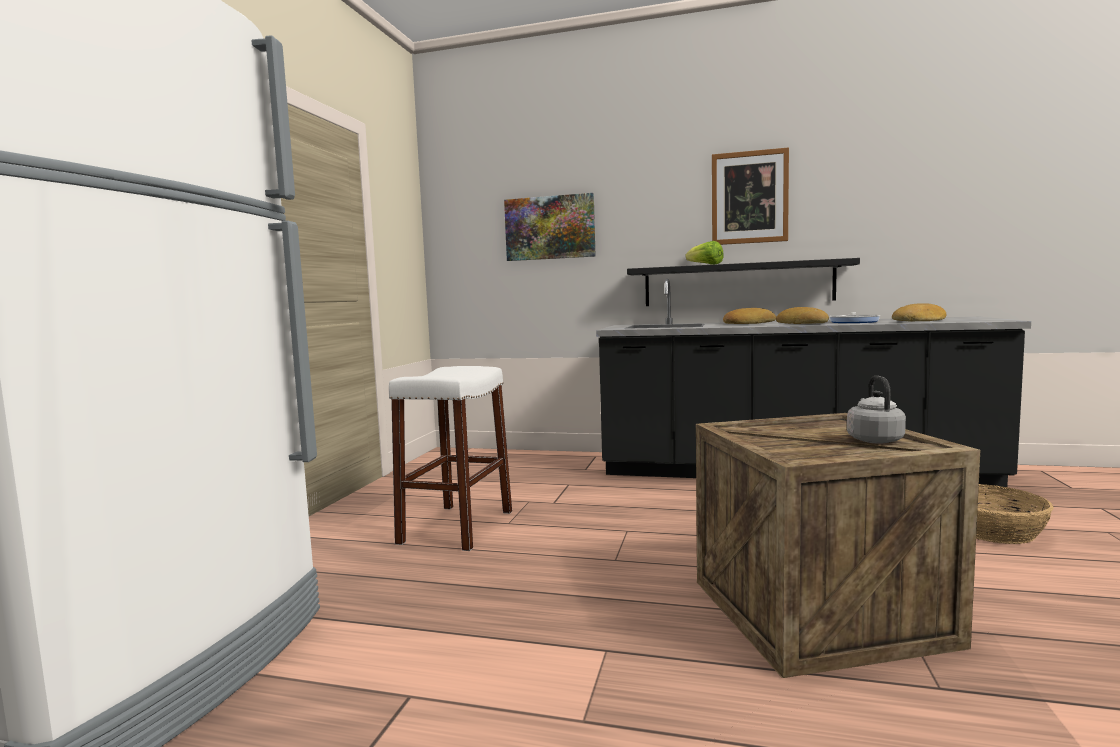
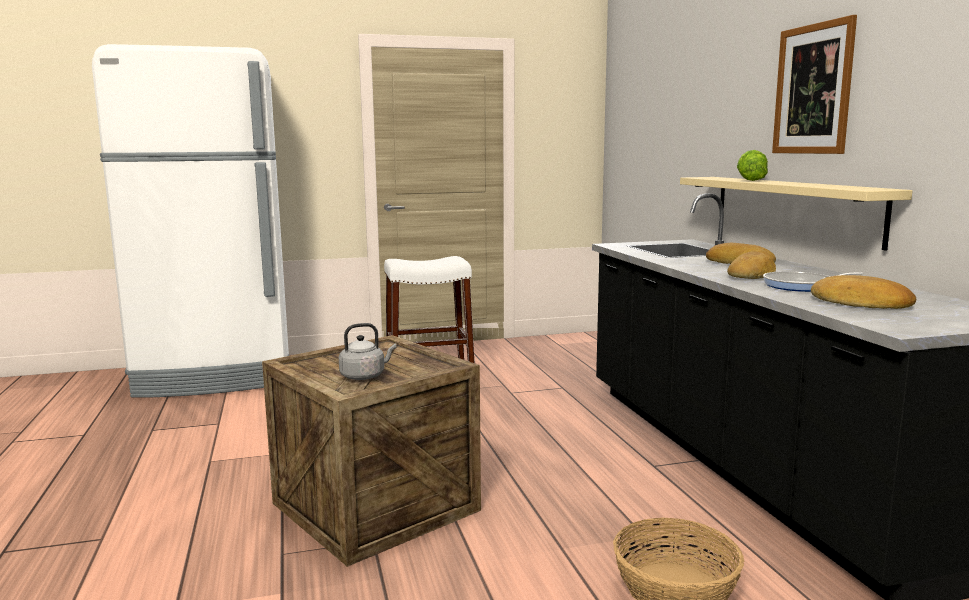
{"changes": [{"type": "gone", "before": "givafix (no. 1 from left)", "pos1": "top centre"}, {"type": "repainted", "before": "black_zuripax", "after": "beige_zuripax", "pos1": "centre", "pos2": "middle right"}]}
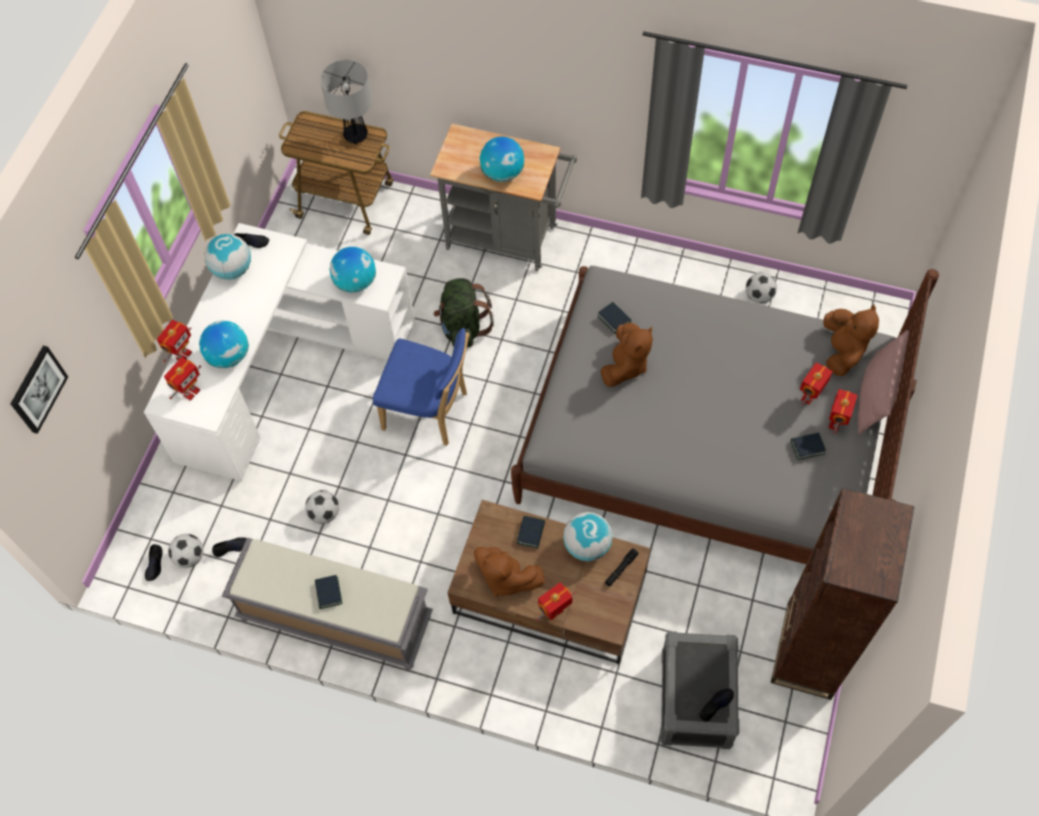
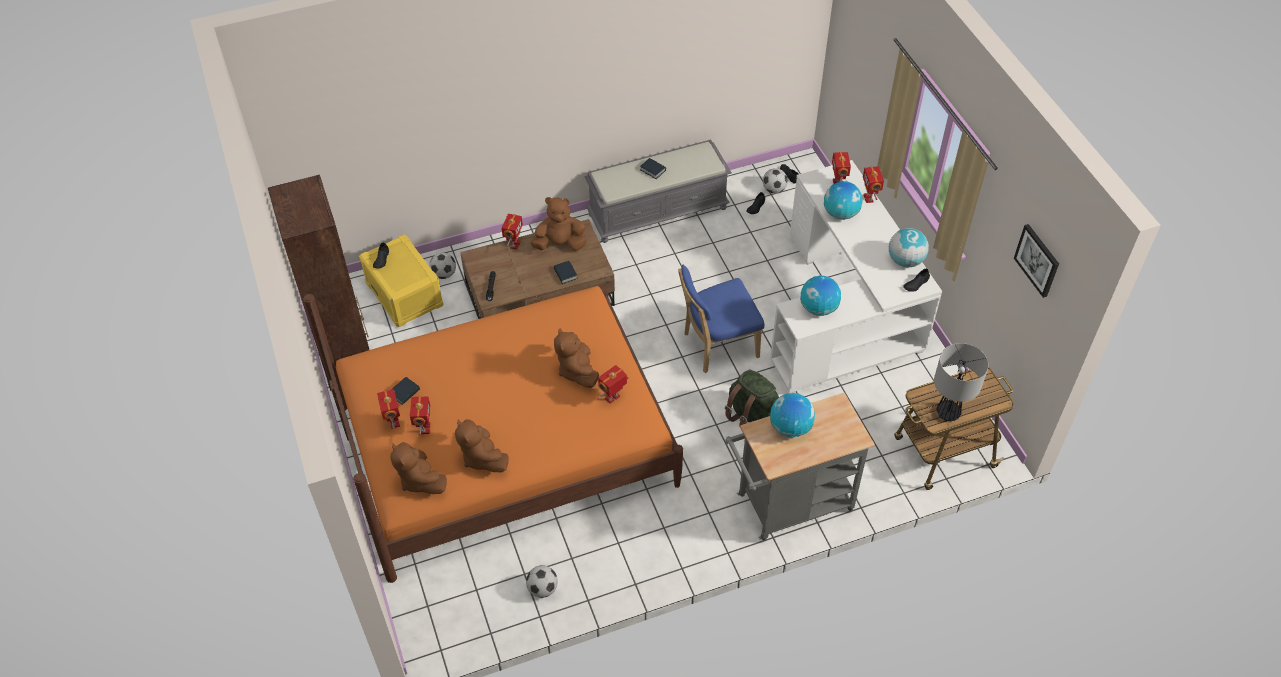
{"changes": [{"type": "gone", "before": "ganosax (no. 5 from left)", "pos1": "centre"}, {"type": "gone", "before": "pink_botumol", "pos1": "middle right"}, {"type": "new", "after": "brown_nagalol (no. 2 from left)", "pos2": "centre"}, {"type": "shifted", "before": "givafix", "pos1": "middle left", "pos2": "middle right"}, {"type": "shifted", "before": "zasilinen (no. 2 from left in the first image)", "after": "zasilinen (no. 1 from left)", "pos1": "middle left", "pos2": "centre"}, {"type": "swapped", "before": "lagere (no. 3 from left)", "after": "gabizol (no. 4 from left)", "pos1": "centre", "pos2": "centre"}, {"type": "repainted", "before": "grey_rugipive", "after": "orange_rugipive", "pos1": "middle right", "pos2": "centre"}, {"type": "repainted", "before": "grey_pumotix", "after": "yellow_pumotix", "pos1": "bottom right", "pos2": "middle left"}]}
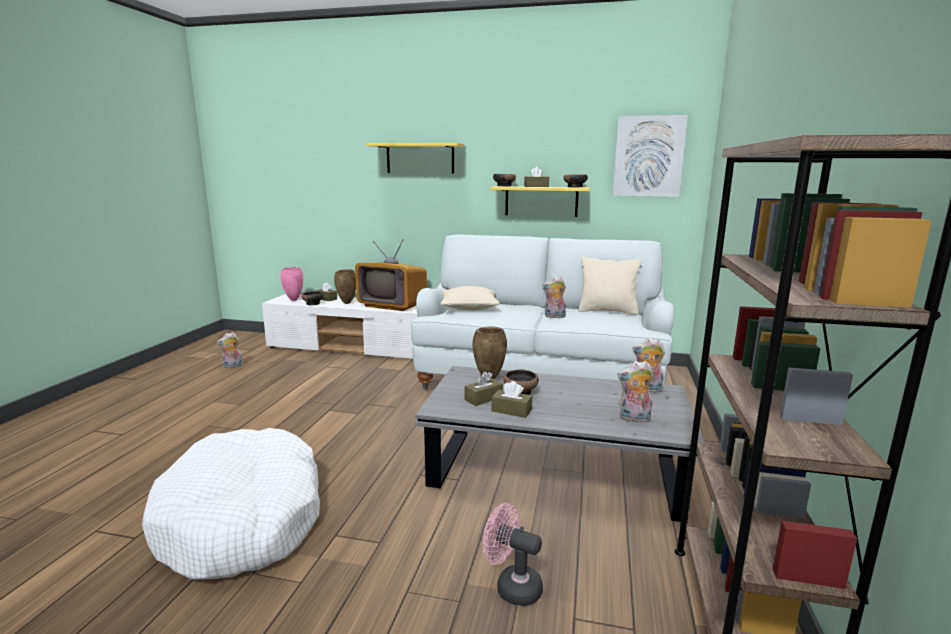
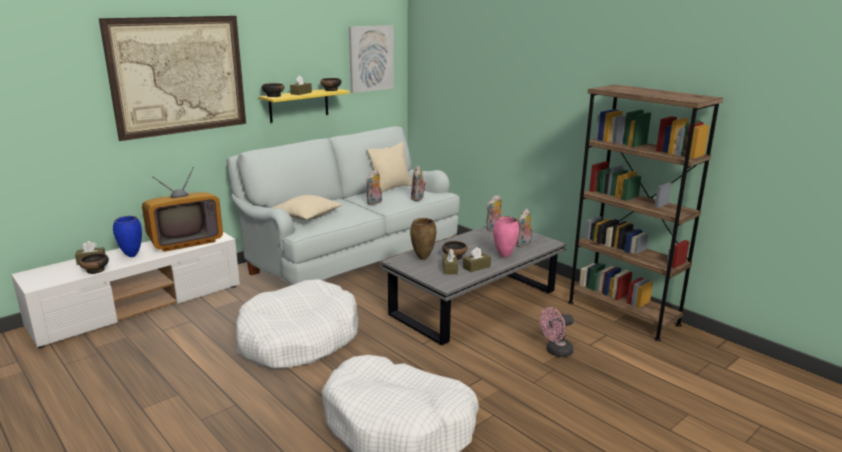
{"changes": [{"type": "new", "after": "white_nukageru (no. 1 from left)", "pos2": "bottom centre"}, {"type": "shifted", "before": "nagalol (no. 1 from left in the first image)", "after": "nagalol (no. 2 from left)", "pos1": "middle left", "pos2": "centre"}, {"type": "shifted", "before": "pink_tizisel", "pos1": "middle left", "pos2": "centre"}, {"type": "swapped", "before": "yellow_zuripax (no. 1 from left)", "after": "givafix (no. 1 from left)", "pos1": "top centre", "pos2": "top left"}, {"type": "repainted", "before": "brown_tizisel (no. 1 from left)", "after": "blue_tizisel", "pos1": "centre", "pos2": "middle left"}]}
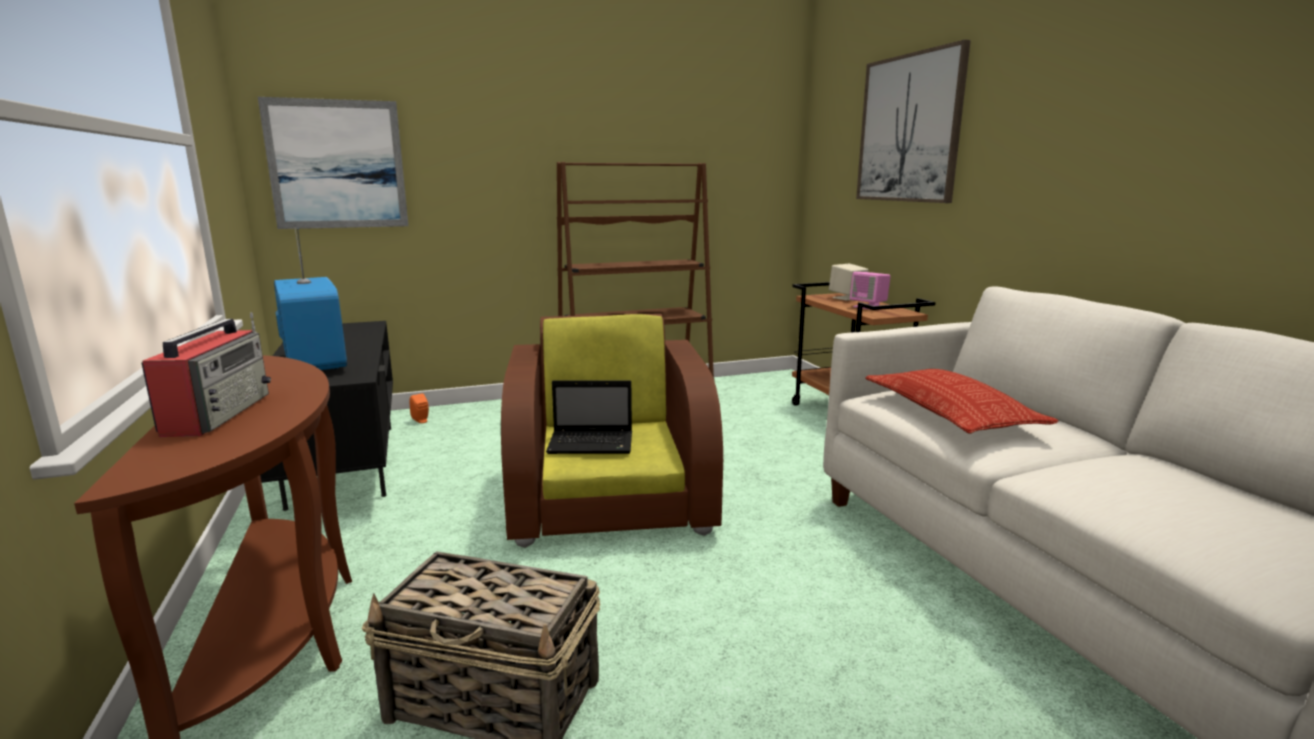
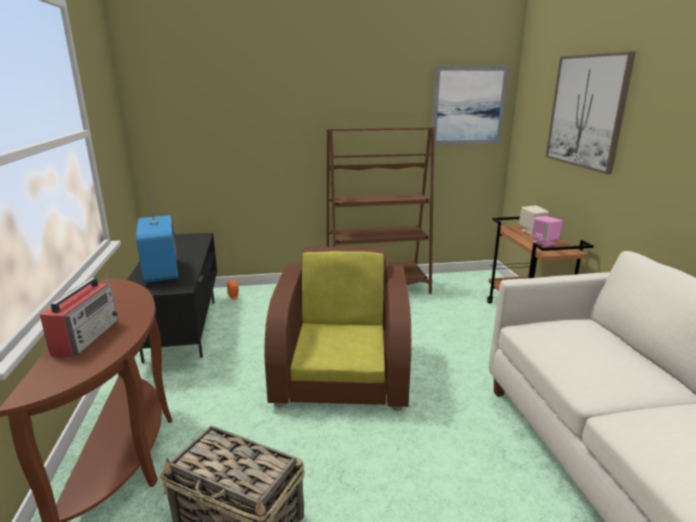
{"changes": [{"type": "gone", "before": "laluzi", "pos1": "centre"}, {"type": "gone", "before": "botumol", "pos1": "middle right"}, {"type": "shifted", "before": "givafix (no. 1 from left)", "pos1": "top left", "pos2": "top right"}]}
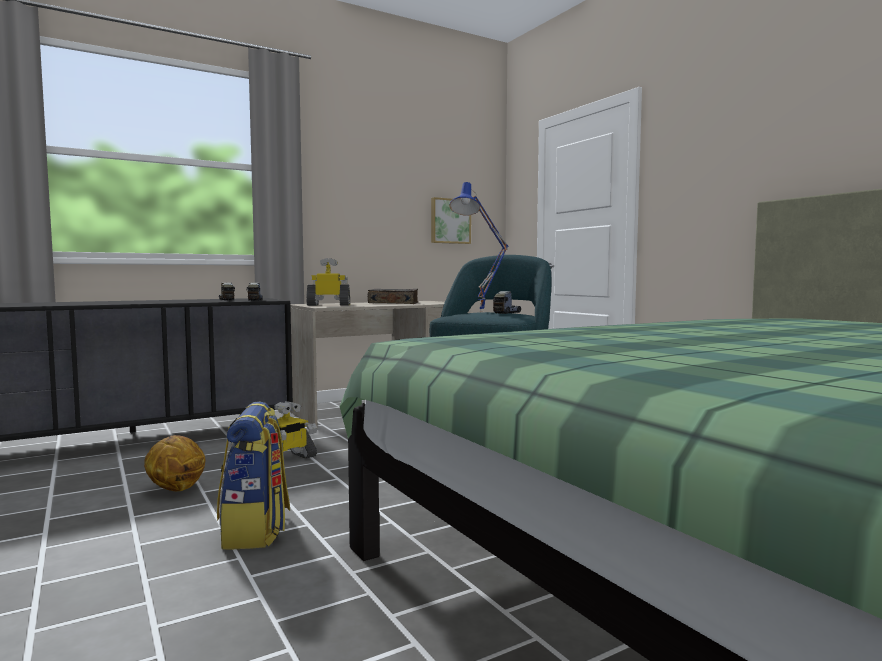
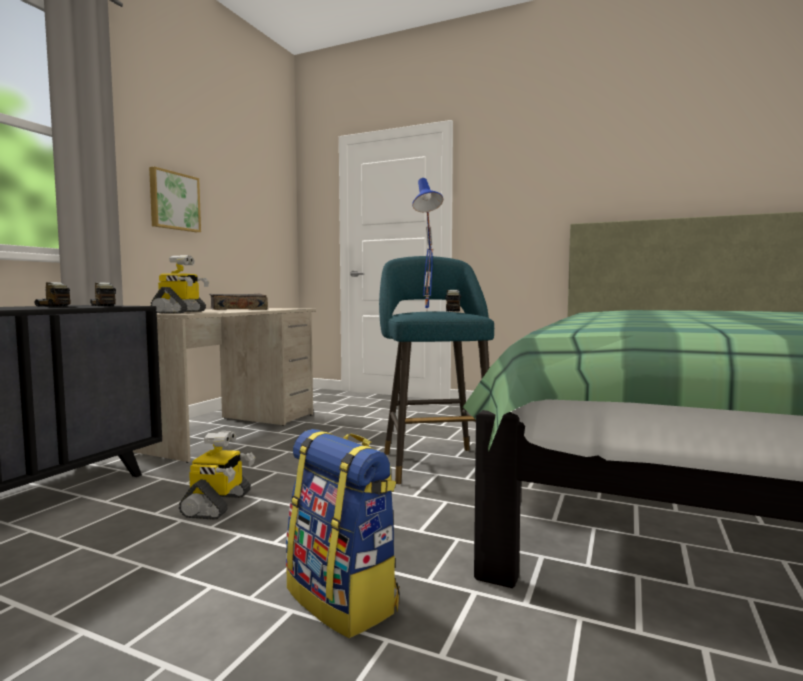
{"changes": [{"type": "gone", "before": "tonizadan", "pos1": "bottom left"}, {"type": "shifted", "before": "givafix", "pos1": "top centre", "pos2": "top left"}, {"type": "rotated", "before": "gabizol (no. 2 from left in the first image)", "pos1": "centre", "pos2": "middle left", "turn": 135}]}
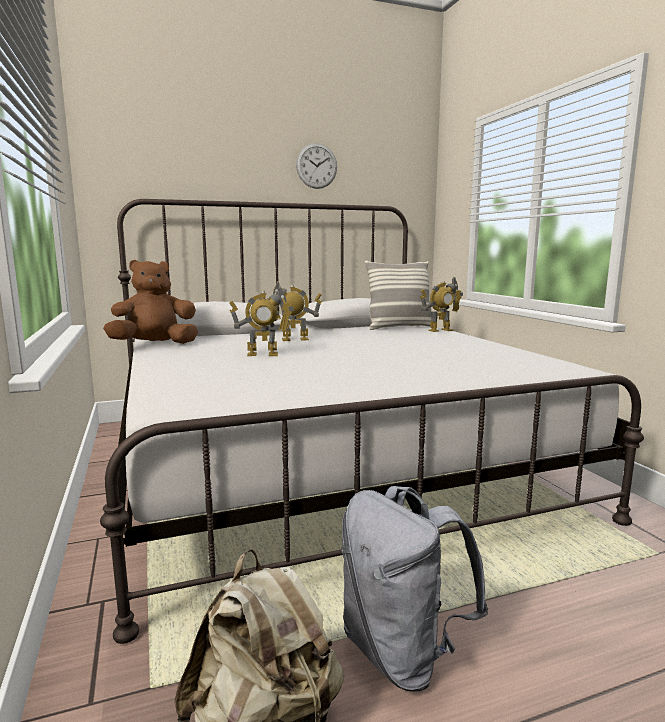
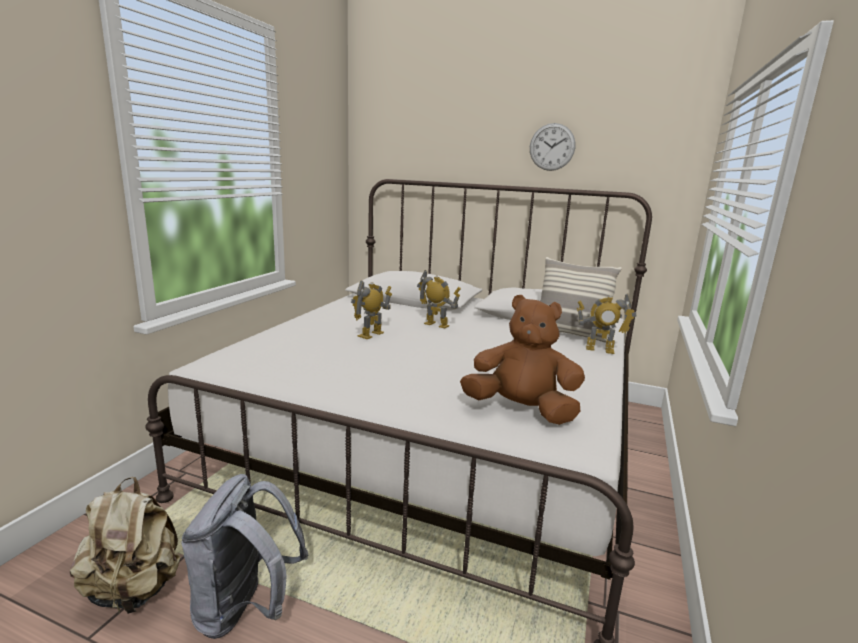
{"changes": [{"type": "shifted", "before": "brown_nagalol", "pos1": "middle left", "pos2": "centre"}, {"type": "rotated", "before": "gabizol (no. 1 from left)", "pos1": "centre", "pos2": "centre", "turn": 90}]}
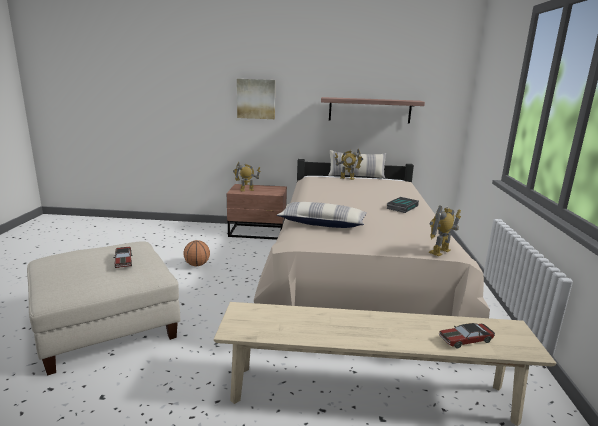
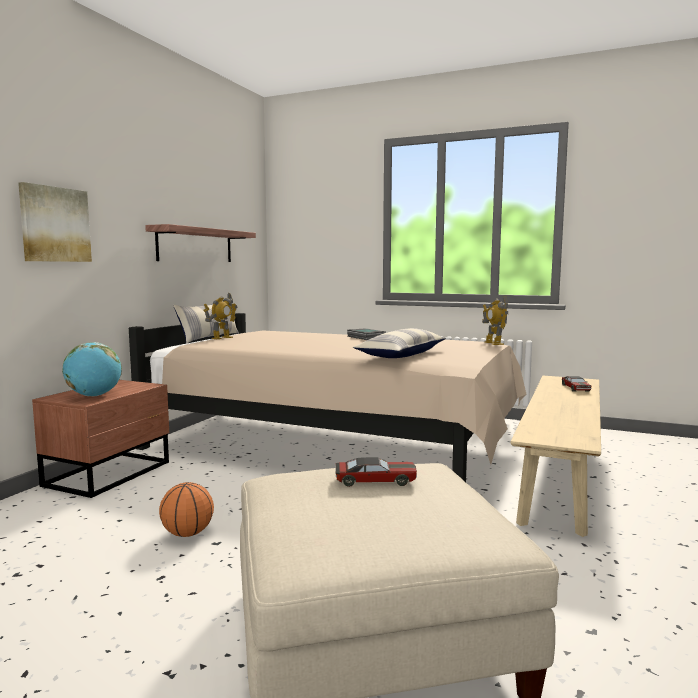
{"changes": [{"type": "swapped", "before": "gabizol (no. 1 from left)", "after": "ganosax", "pos1": "centre", "pos2": "middle left"}]}
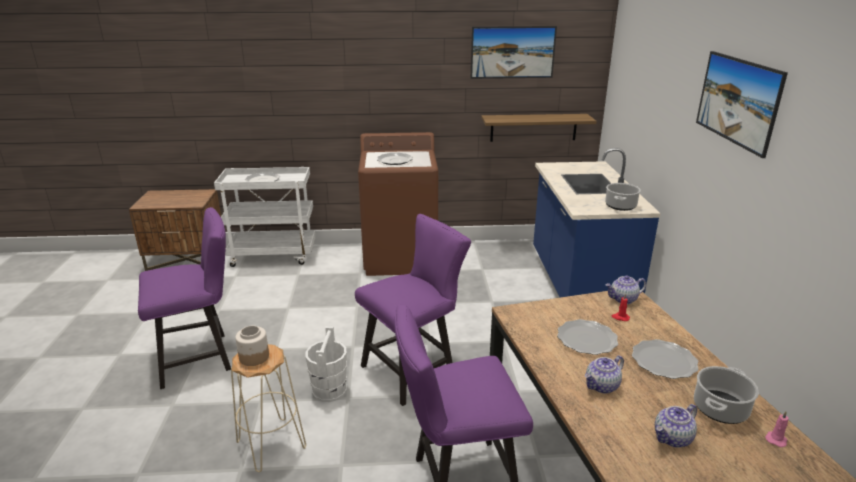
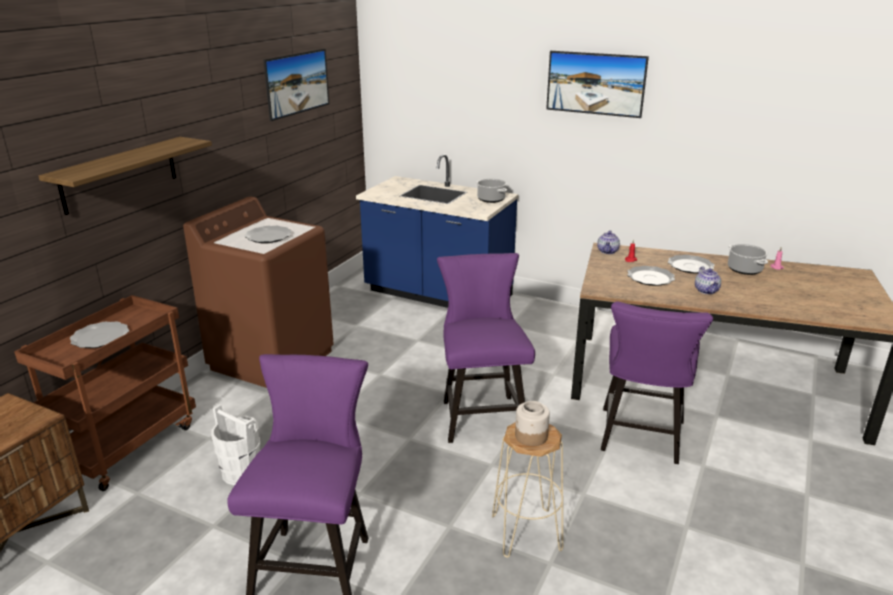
{"changes": [{"type": "gone", "before": "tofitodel (no. 3 from left)", "pos1": "bottom right"}, {"type": "shifted", "before": "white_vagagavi", "pos1": "bottom centre", "pos2": "bottom left"}, {"type": "shifted", "before": "zuripax", "pos1": "top centre", "pos2": "top left"}, {"type": "repainted", "before": "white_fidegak", "after": "brown_fidegak", "pos1": "middle left", "pos2": "middle left"}]}
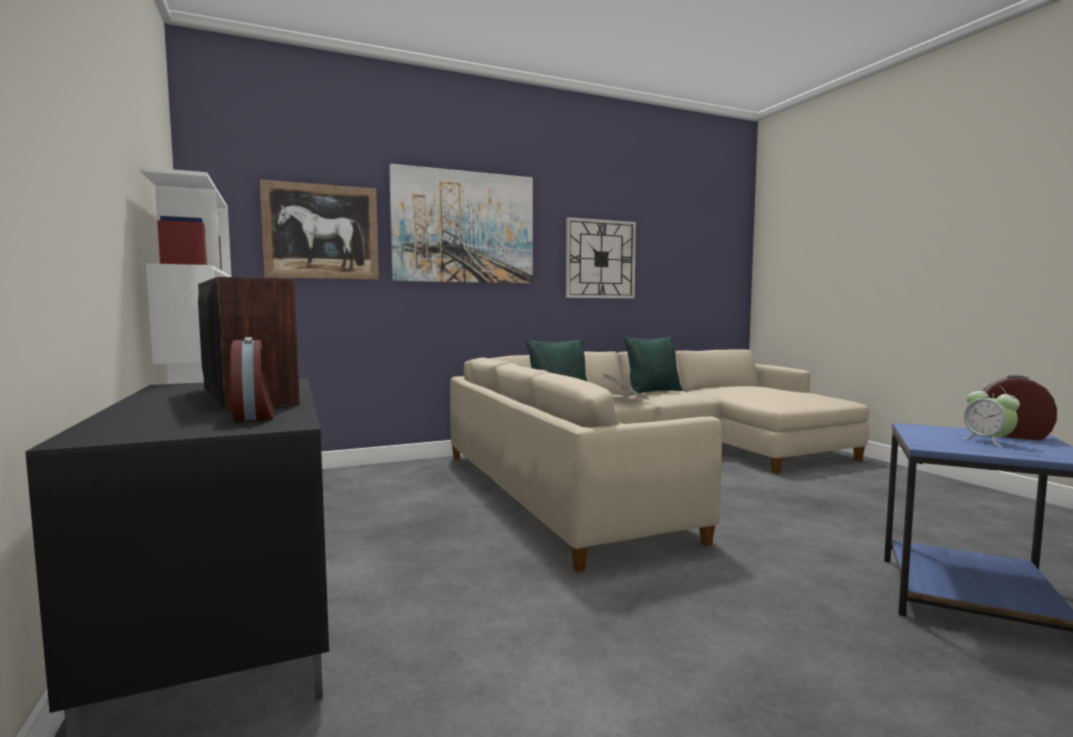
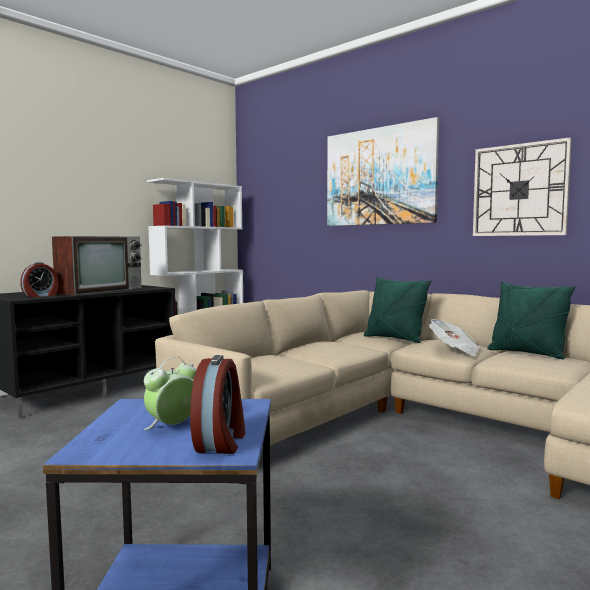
{"changes": [{"type": "gone", "before": "givafix (no. 1 from left)", "pos1": "top left"}]}
